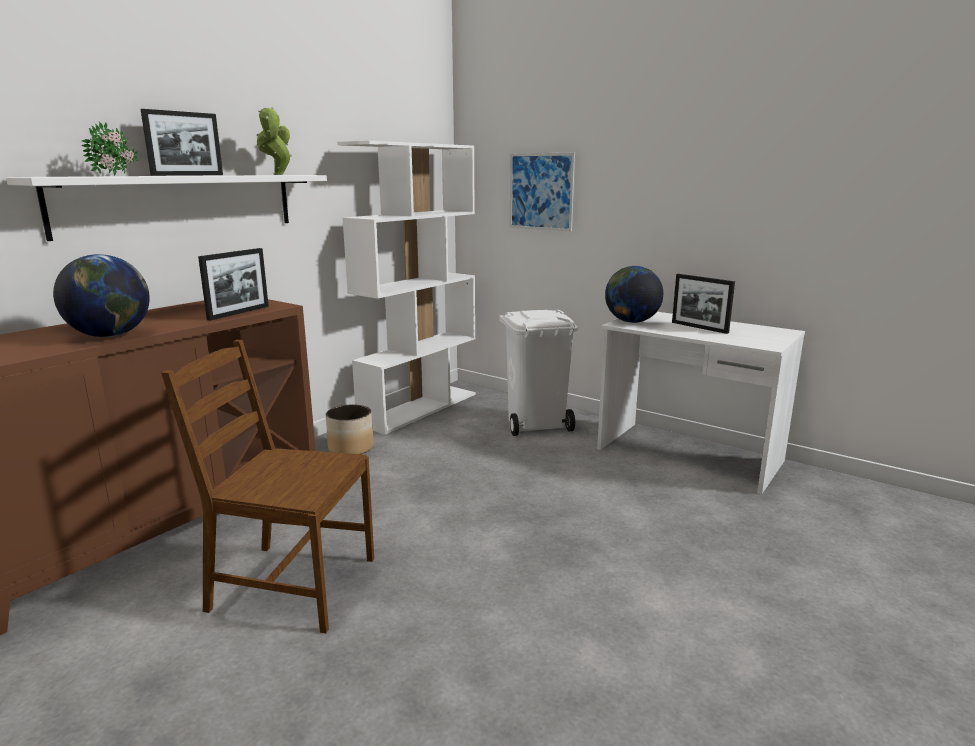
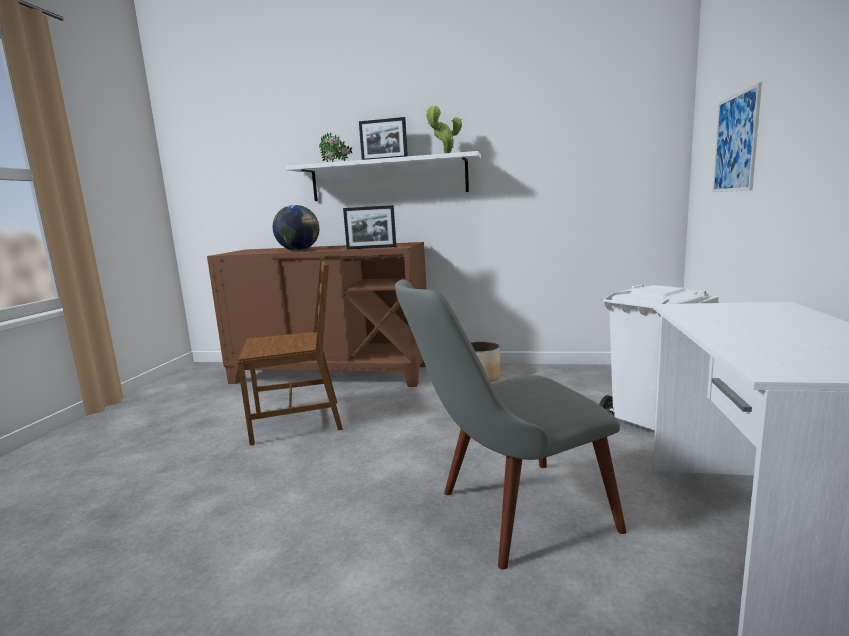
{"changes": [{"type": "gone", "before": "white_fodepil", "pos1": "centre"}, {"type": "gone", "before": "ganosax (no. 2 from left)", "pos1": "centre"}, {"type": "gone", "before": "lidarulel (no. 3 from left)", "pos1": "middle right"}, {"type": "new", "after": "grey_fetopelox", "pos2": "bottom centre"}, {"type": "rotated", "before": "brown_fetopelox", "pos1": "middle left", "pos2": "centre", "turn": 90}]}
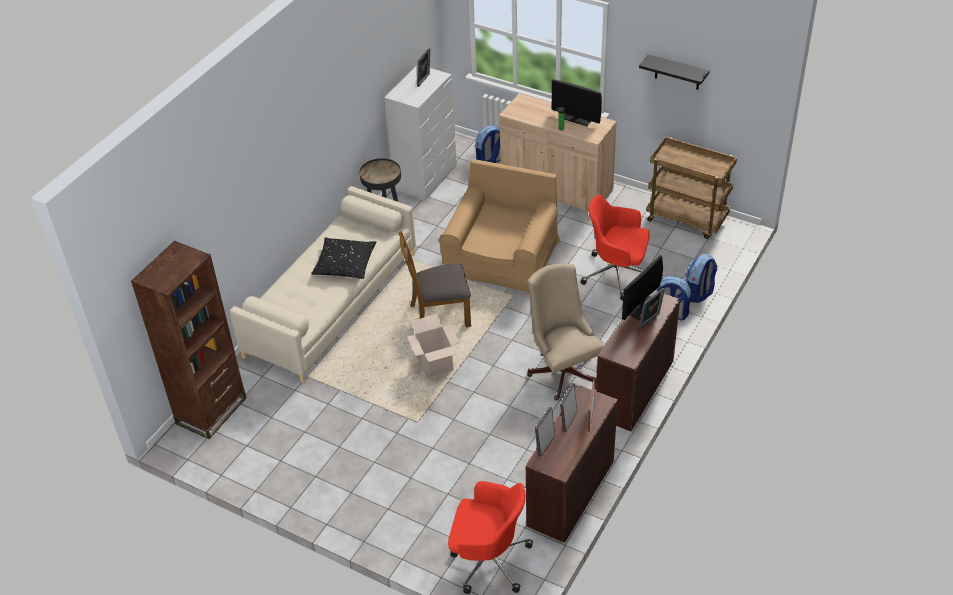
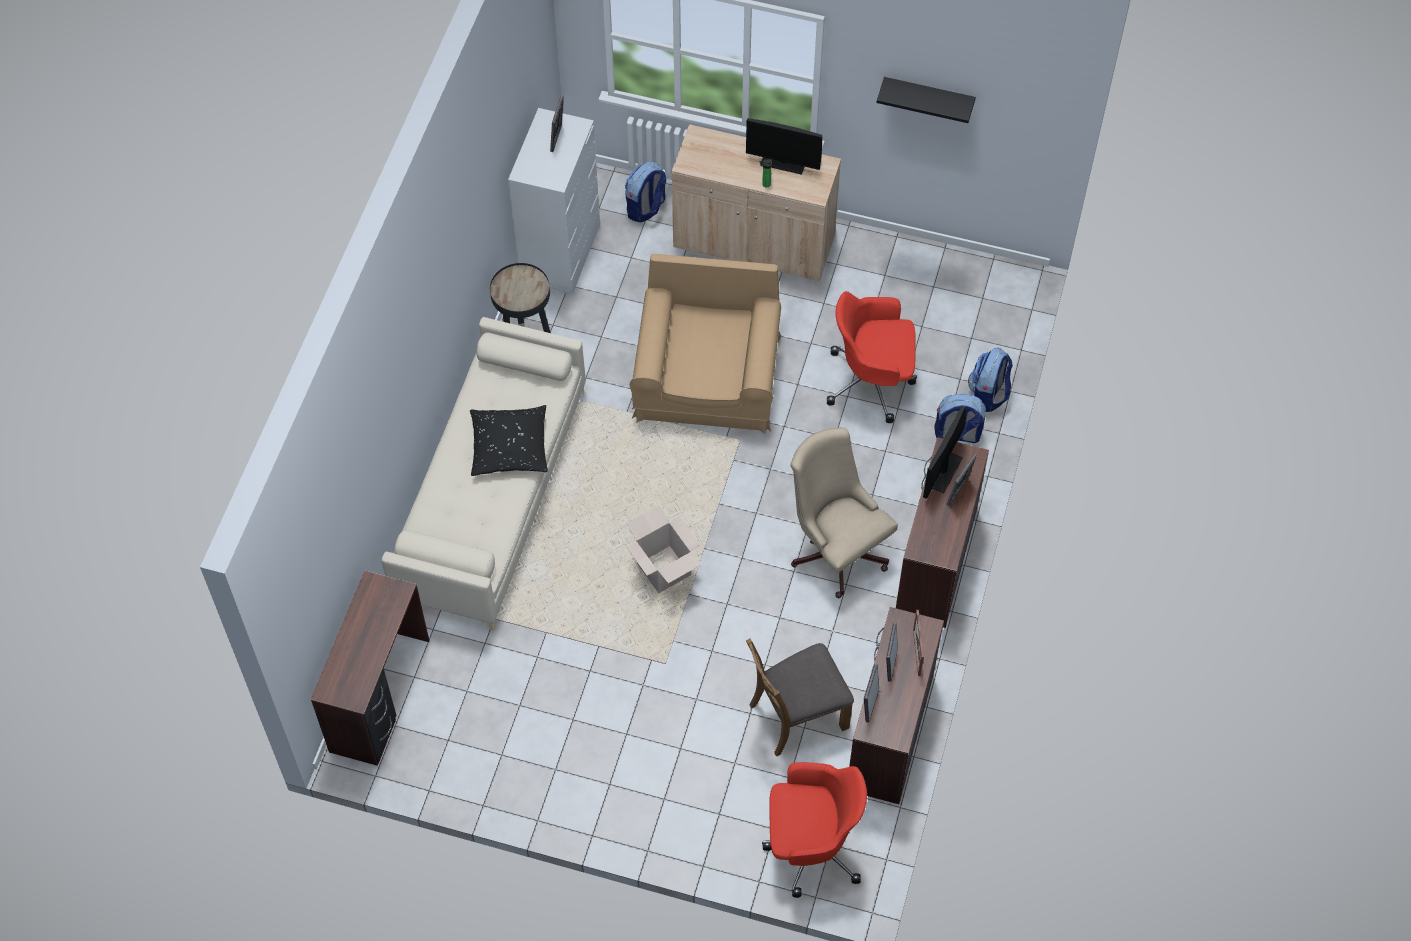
{"changes": [{"type": "gone", "before": "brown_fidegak", "pos1": "top right"}, {"type": "shifted", "before": "brown_fetopelox", "pos1": "centre", "pos2": "bottom centre"}, {"type": "swapped", "before": "brown_fodepil", "after": "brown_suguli (no. 1 from left)", "pos1": "middle left", "pos2": "bottom left"}]}
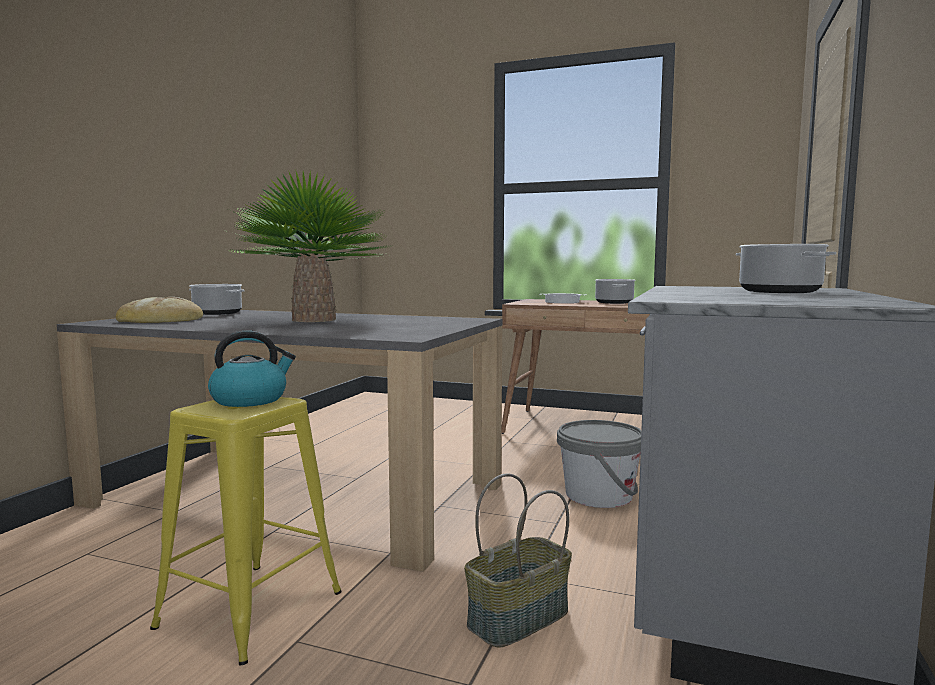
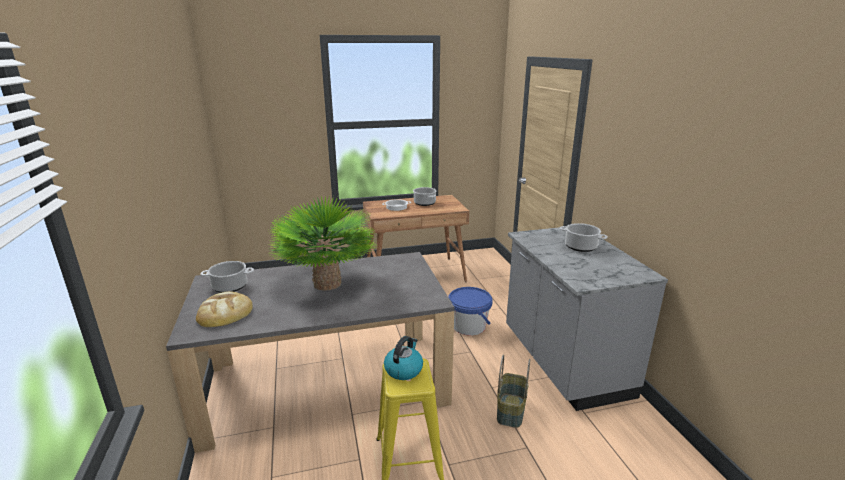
{"changes": [{"type": "repainted", "before": "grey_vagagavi", "after": "blue_vagagavi", "pos1": "bottom centre", "pos2": "centre"}]}
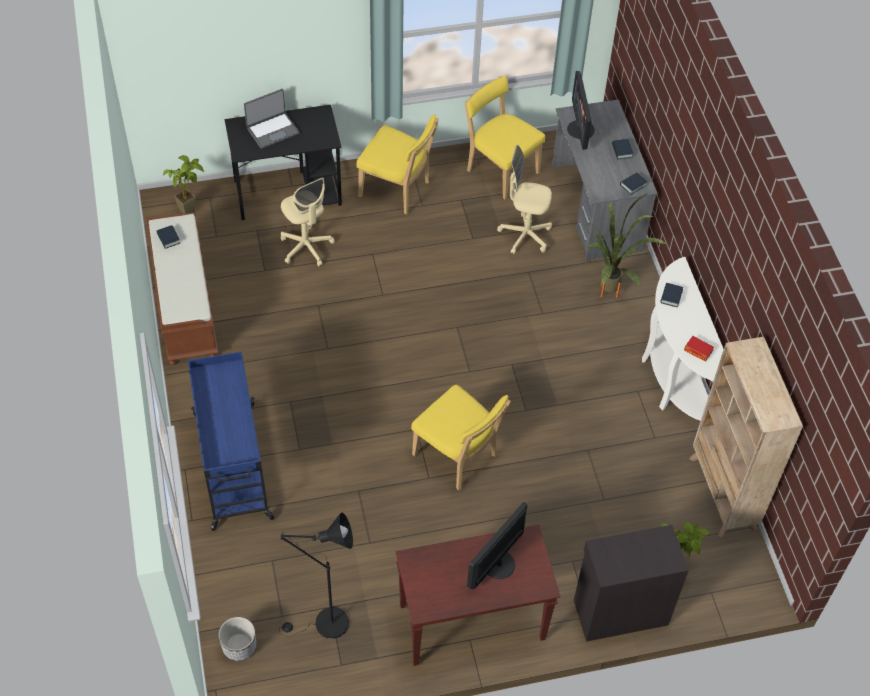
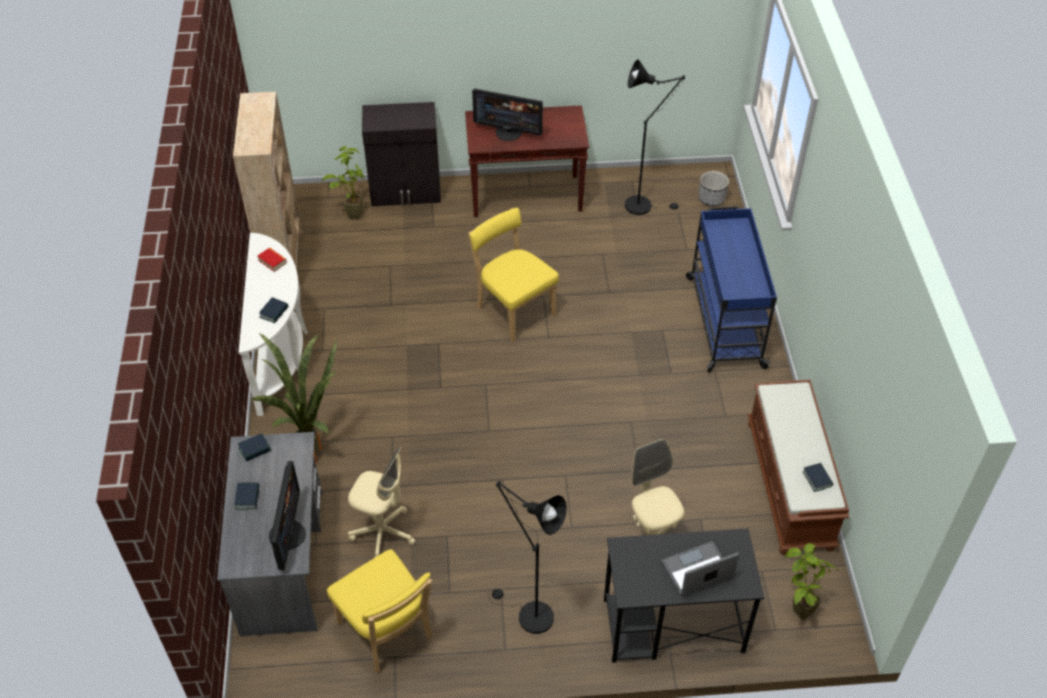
{"changes": [{"type": "swapped", "before": "yellow_fetopelox (no. 1 from left)", "after": "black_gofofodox (no. 1 from left)", "pos1": "top centre", "pos2": "bottom centre"}, {"type": "rotated", "before": "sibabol (no. 1 from left in the first image)", "pos1": "bottom centre", "pos2": "top centre", "turn": 60}]}
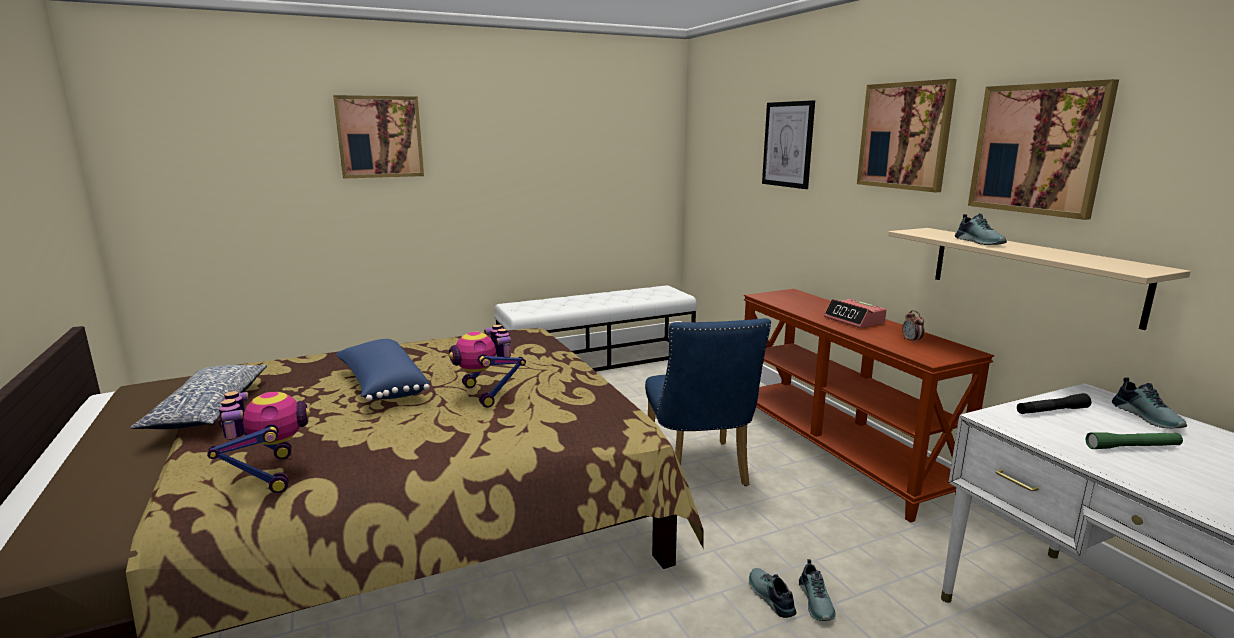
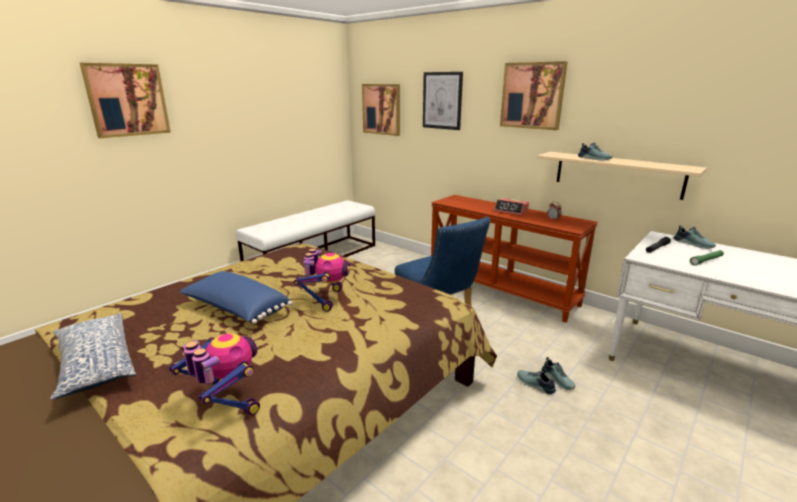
{"changes": [{"type": "shifted", "before": "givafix (no. 4 from left in the first image)", "after": "givafix (no. 2 from left)", "pos1": "top right", "pos2": "top centre"}, {"type": "rotated", "before": "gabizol (no. 2 from left)", "pos1": "centre", "pos2": "centre", "turn": -120}]}
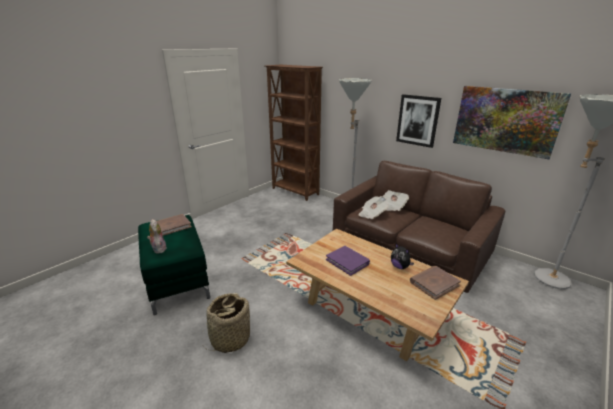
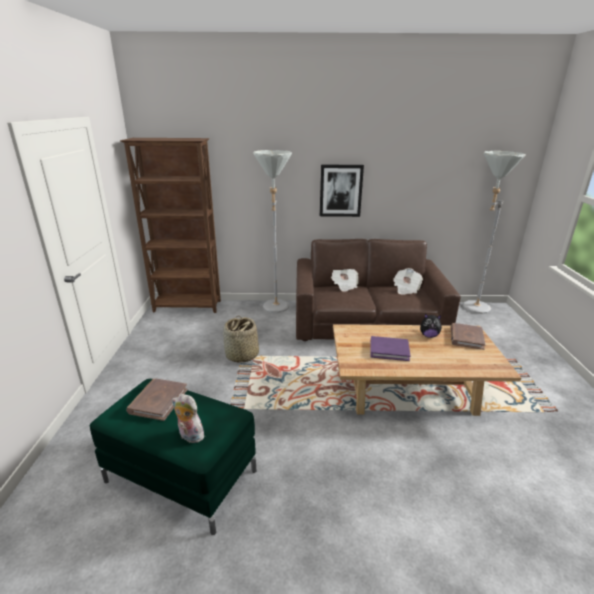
{"changes": [{"type": "gone", "before": "givafix (no. 2 from left)", "pos1": "top right"}, {"type": "shifted", "before": "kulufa", "pos1": "bottom centre", "pos2": "centre"}, {"type": "shifted", "before": "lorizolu (no. 1 from left in the first image)", "after": "lorizolu (no. 2 from left)", "pos1": "centre", "pos2": "middle right"}]}
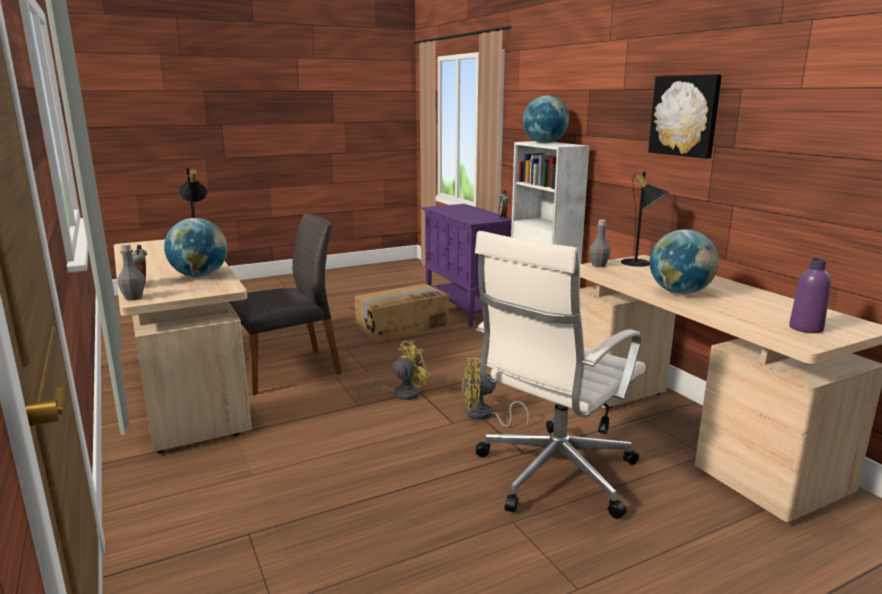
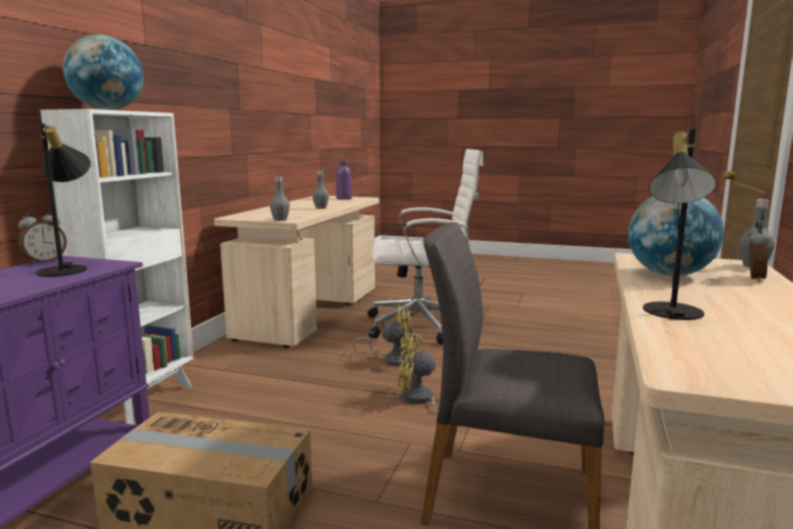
{"changes": [{"type": "gone", "before": "givafix", "pos1": "top right"}, {"type": "shifted", "before": "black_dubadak (no. 2 from left in the first image)", "after": "black_dubadak (no. 1 from left)", "pos1": "middle right", "pos2": "middle left"}, {"type": "swapped", "before": "ganosax (no. 3 from left)", "after": "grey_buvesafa (no. 2 from left)", "pos1": "middle right", "pos2": "centre"}, {"type": "rotated", "before": "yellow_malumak (no. 2 from left in the first image)", "pos1": "centre", "pos2": "centre", "turn": -45}]}
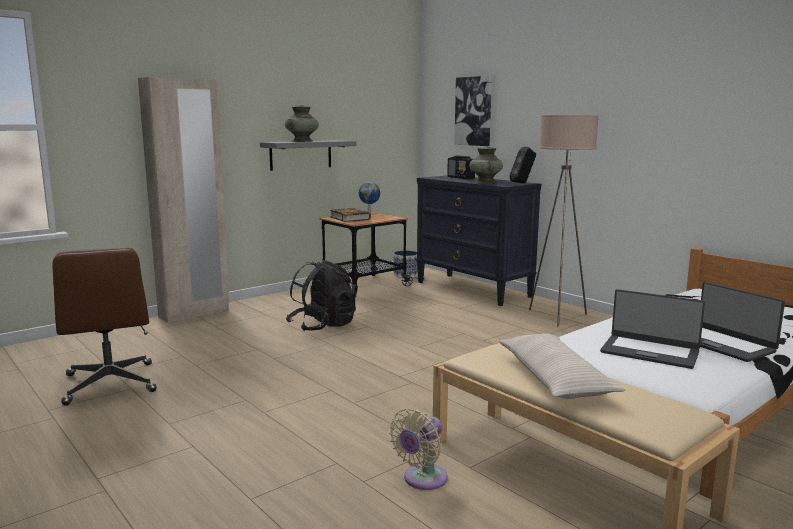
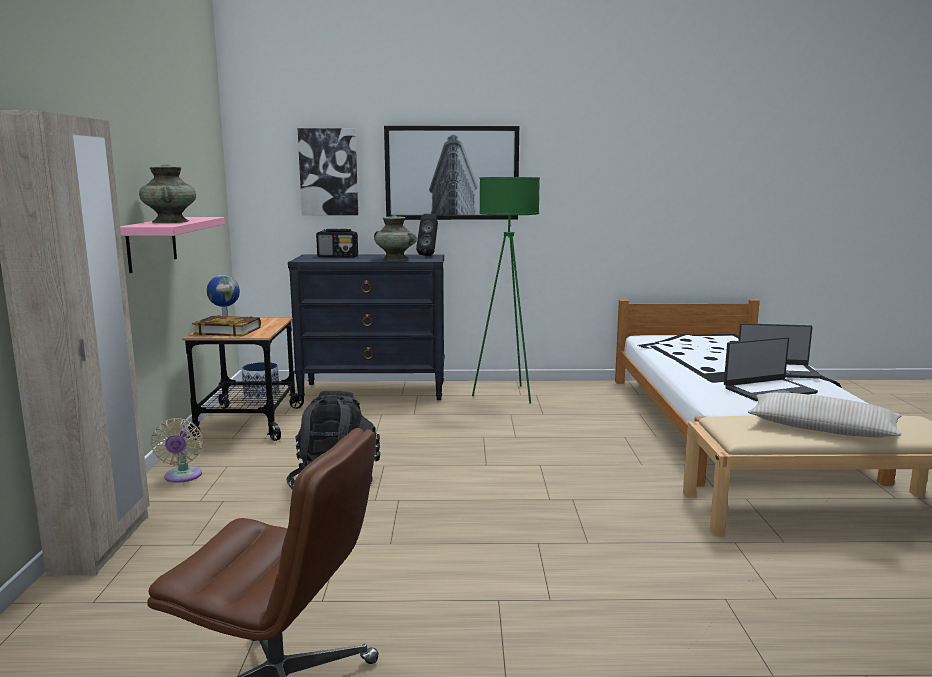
{"changes": [{"type": "new", "after": "givafix (no. 2 from left)", "pos2": "top centre"}, {"type": "shifted", "before": "beige_malumak", "pos1": "bottom centre", "pos2": "middle left"}, {"type": "repainted", "before": "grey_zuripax", "after": "pink_zuripax", "pos1": "top centre", "pos2": "middle left"}, {"type": "repainted", "before": "beige_gofofodox", "after": "green_gofofodox", "pos1": "middle right", "pos2": "centre"}]}
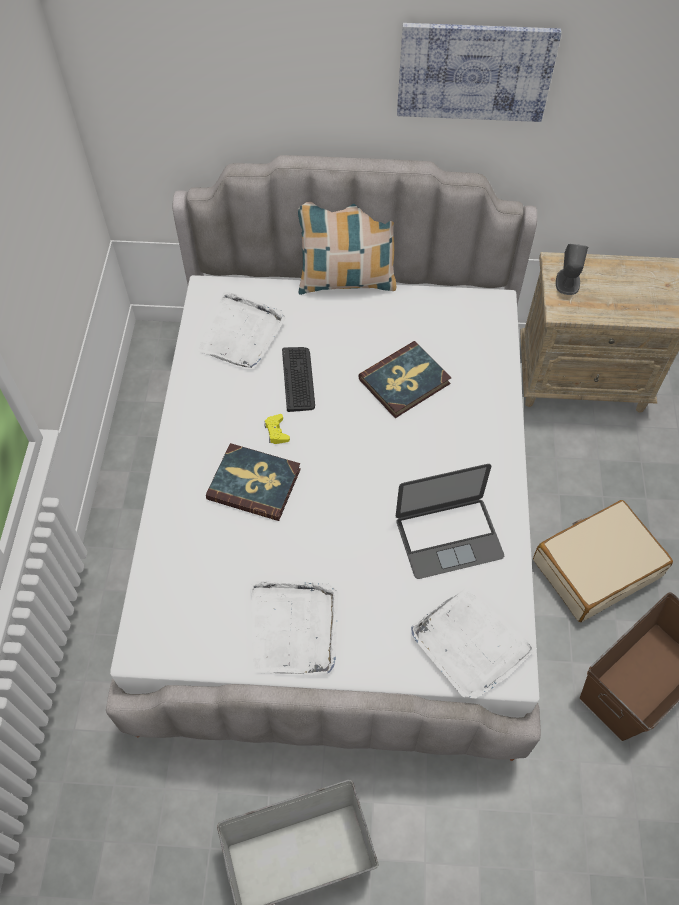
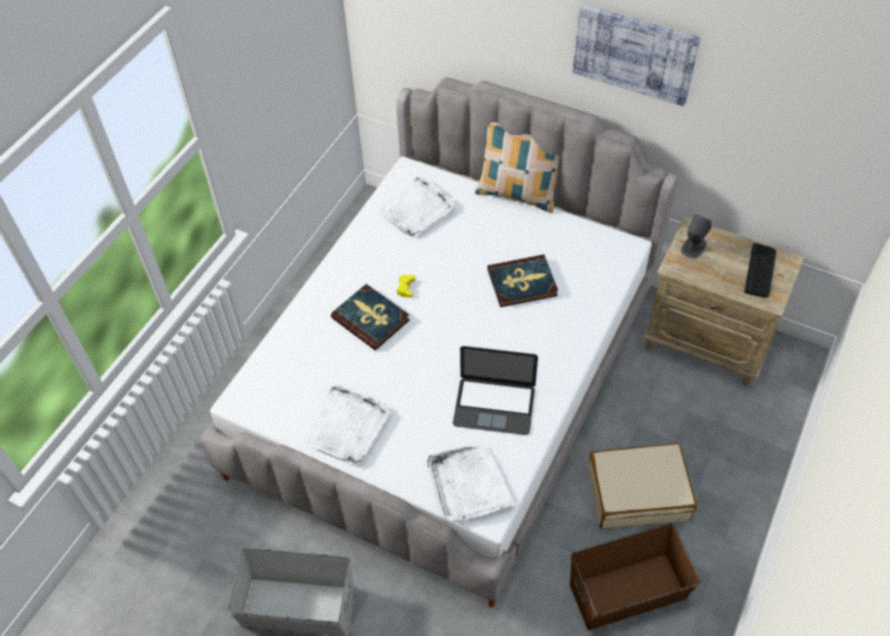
{"changes": [{"type": "shifted", "before": "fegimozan", "pos1": "centre", "pos2": "middle right"}]}
